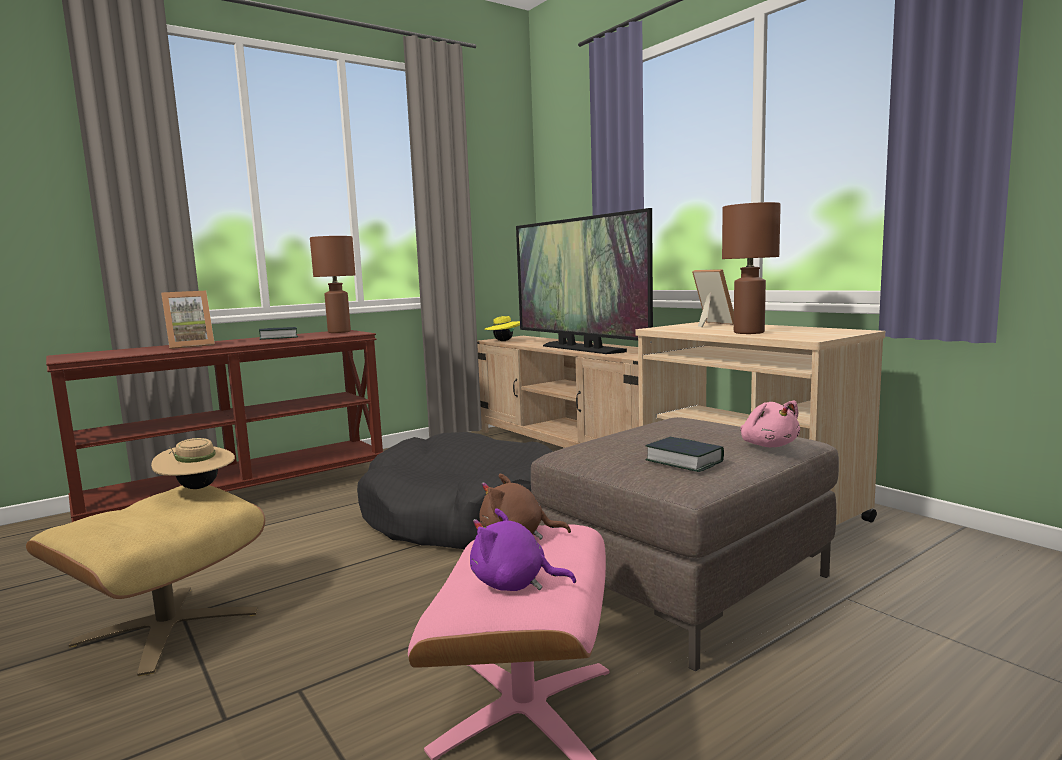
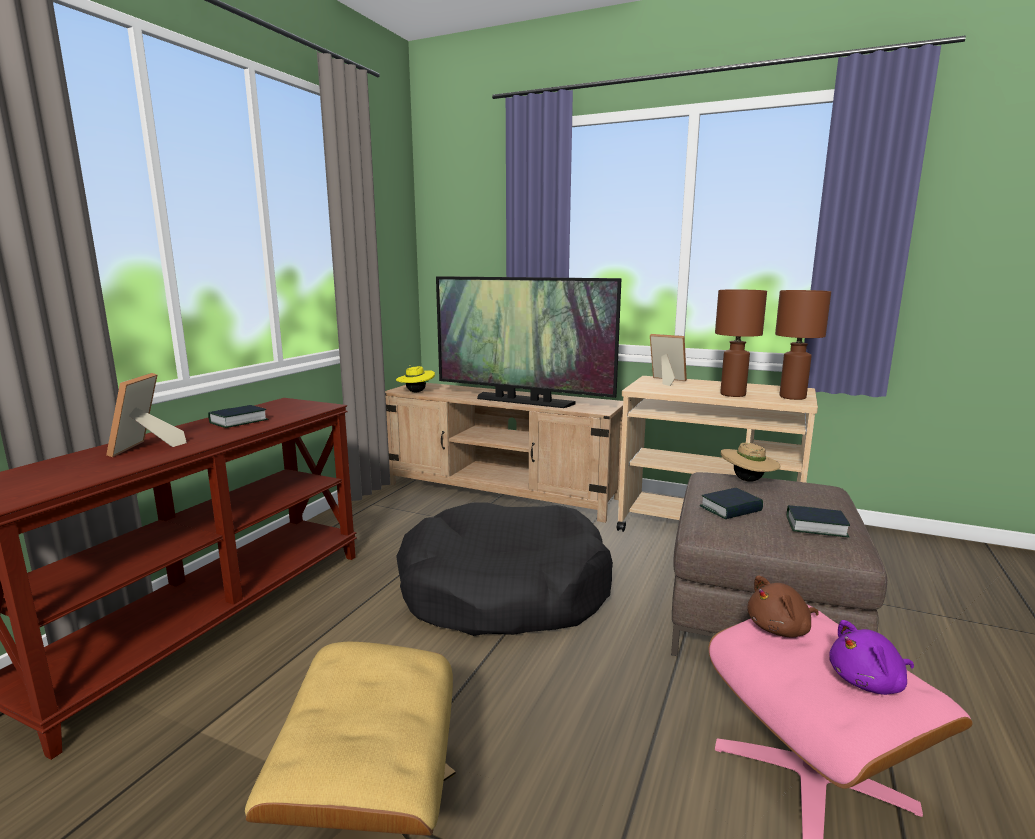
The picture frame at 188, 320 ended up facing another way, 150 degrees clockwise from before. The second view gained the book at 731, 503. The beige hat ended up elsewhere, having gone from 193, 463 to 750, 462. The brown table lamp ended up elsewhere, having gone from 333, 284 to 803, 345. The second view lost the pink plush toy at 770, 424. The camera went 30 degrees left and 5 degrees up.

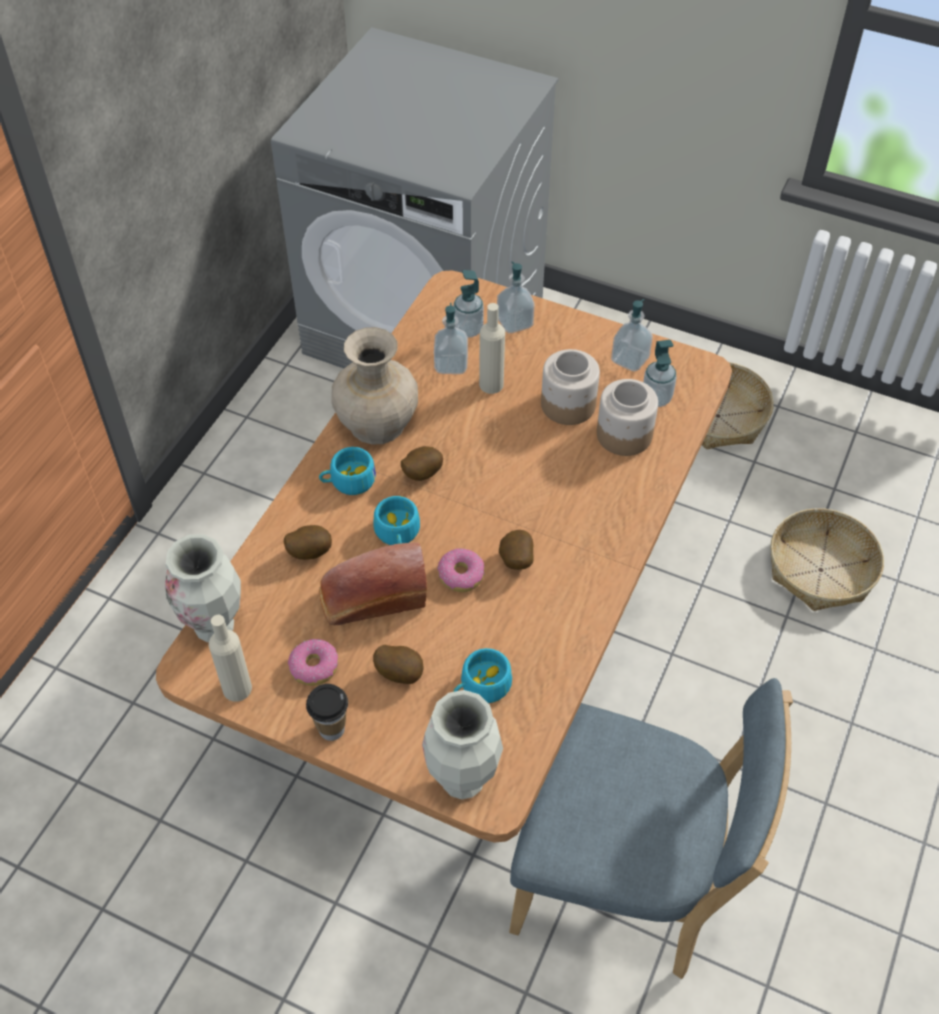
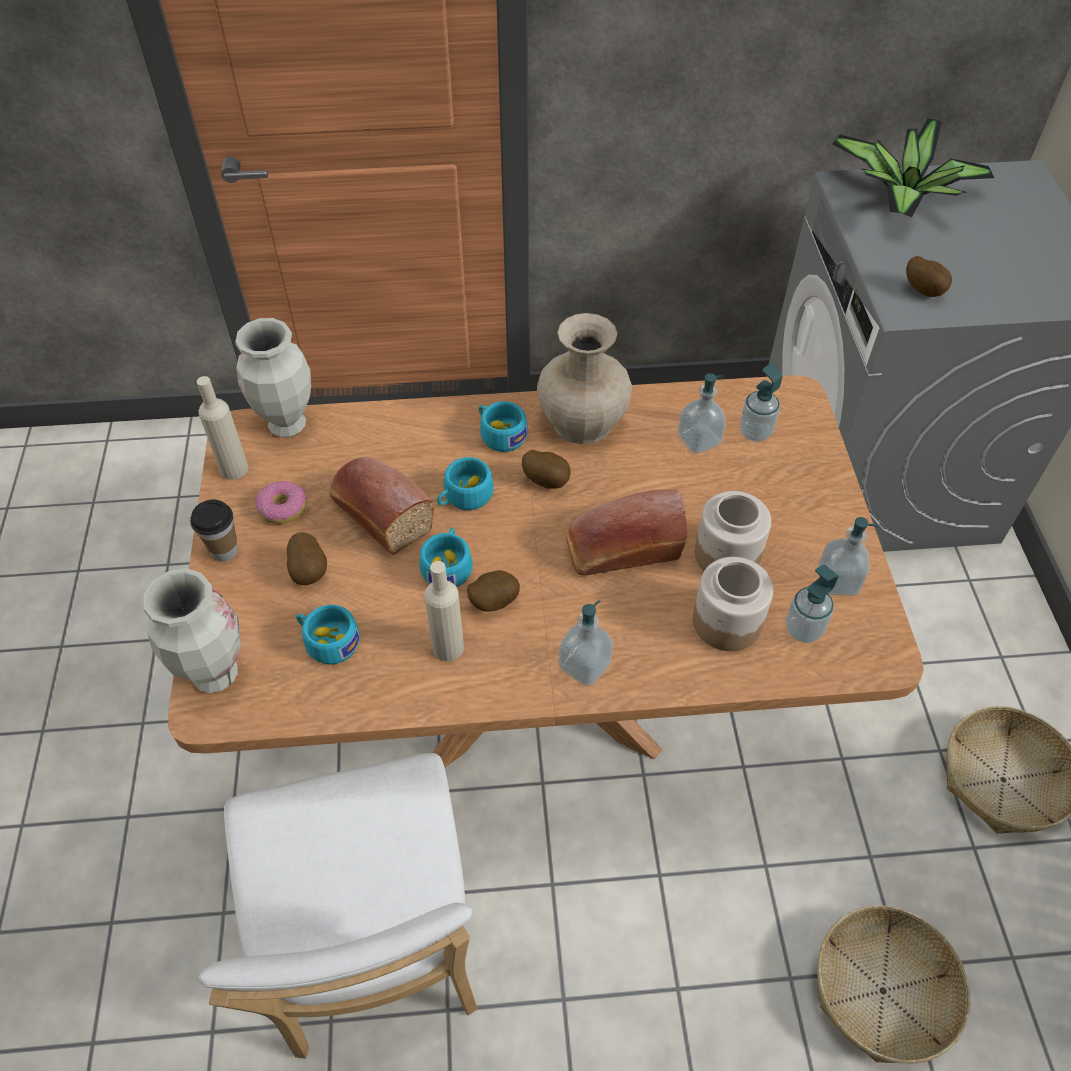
What was the blue chair at 651, 828 turned into the white chair at 338, 906. Where the donut stood at 461, 570, the turquoise cup came to stand at 446, 557. The beige bottle ended up elsewhere, having gone from 492, 348 to 444, 611. The soap dispenser ended up elsewhere, having gone from 515, 297 to 586, 643. The second view gained the bread at 626, 532. The second view gained the potted plant at 913, 168. The potato ended up elsewhere, having gone from 308, 542 to 929, 276. The camera went 60 degrees right and 0 degrees up.

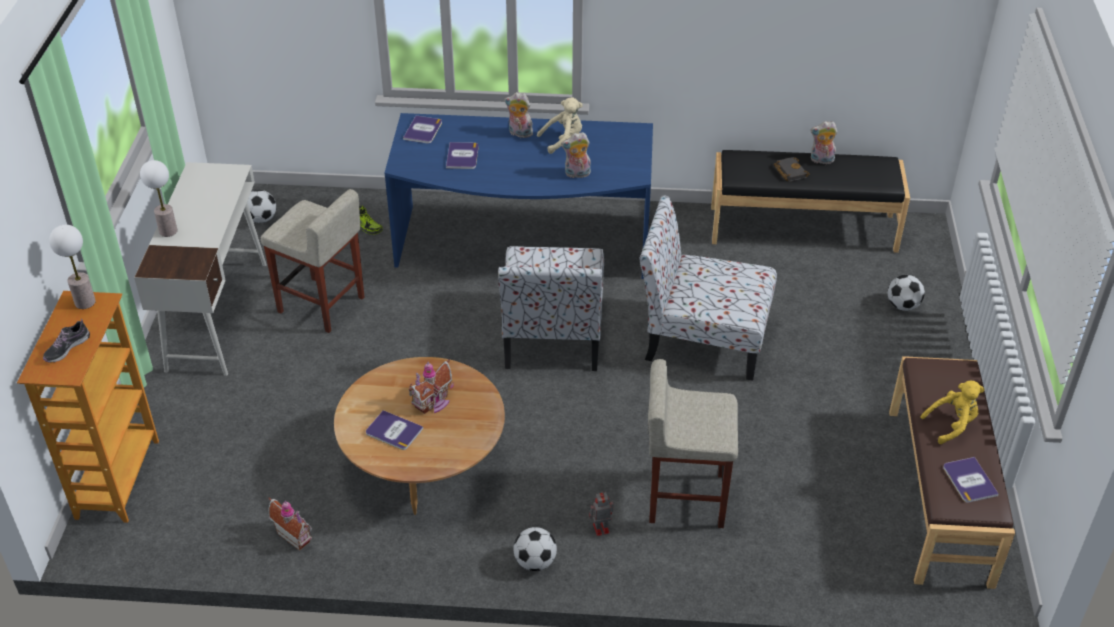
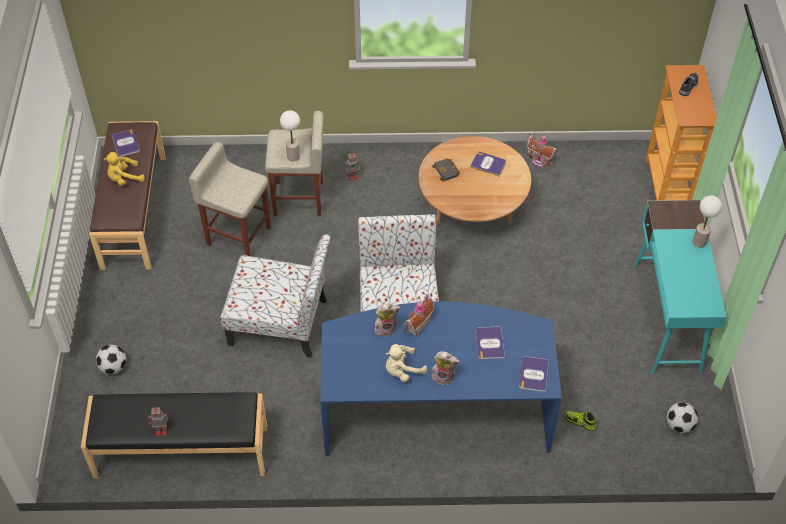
Where the plush toy stood at 824, 142, the toy robot came to stand at 158, 421. The beige stool ended up elsewhere, having gone from 312, 261 to 230, 199. The table lamp ended up elsewhere, having gone from 72, 267 to 290, 135. The toy house ended up elsewhere, having gone from 431, 386 to 418, 315. The black book ended up elsewhere, having gone from 791, 169 to 446, 169. What was the white desk at 200, 269 turned into the turquoise desk at 679, 287. The second view lost the football at 535, 549. The camera went 175 degrees right and 10 degrees up.

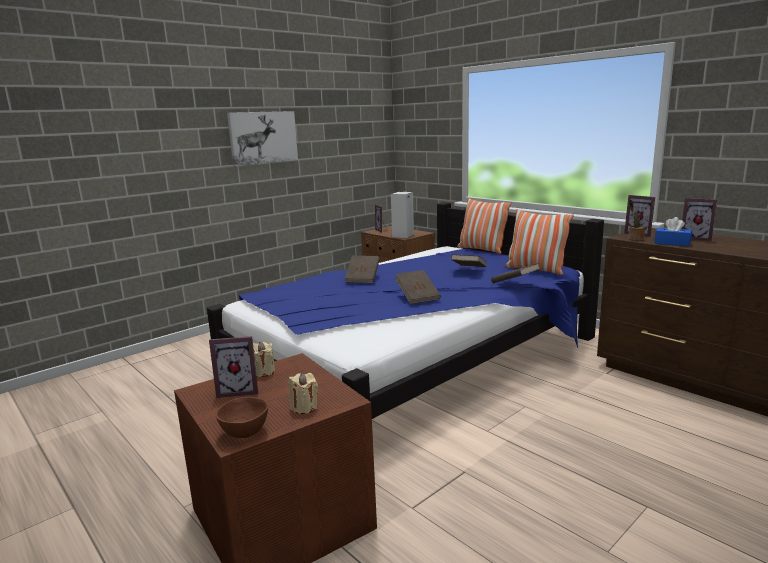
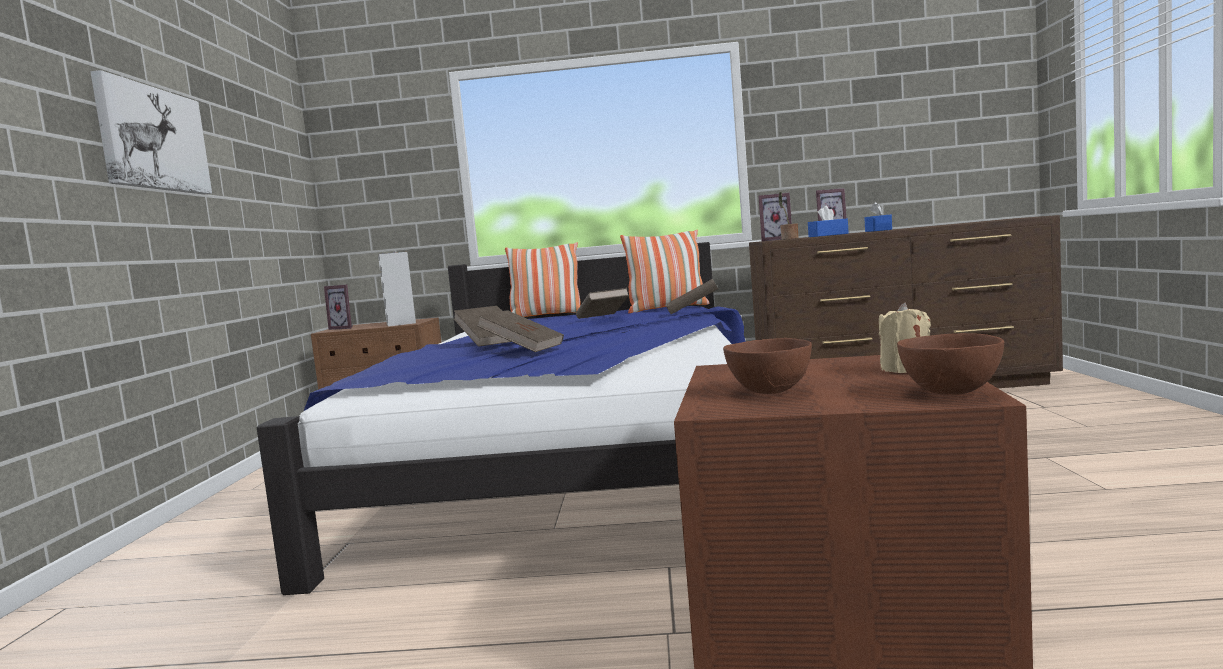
The brown book ended up elsewhere, having gone from 418, 287 to 520, 331. Where the picture frame stood at 233, 367, the brown bowl came to stand at 767, 366. The second view gained the blue tissue box at 878, 217. The second view lost the beige candle at 264, 359. The camera went 45 degrees left and 10 degrees down.

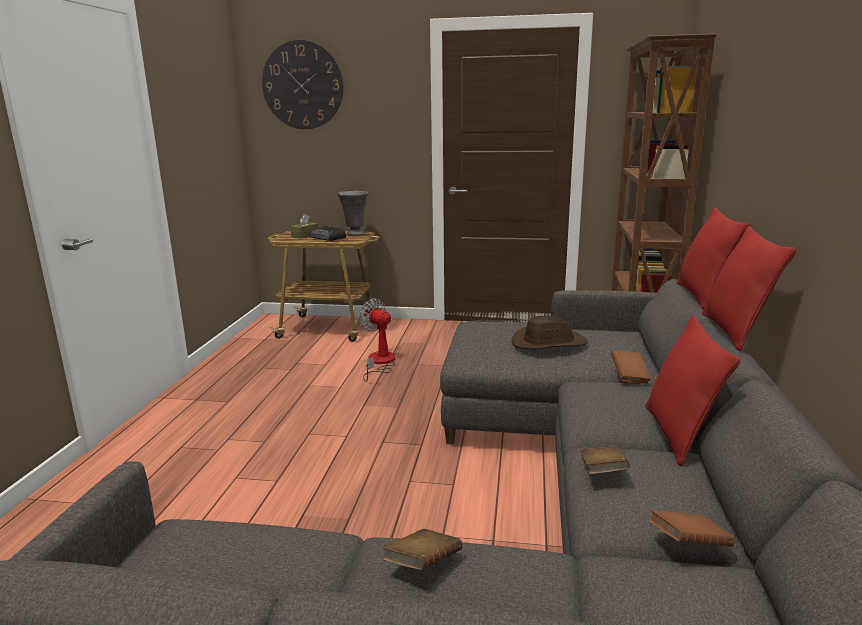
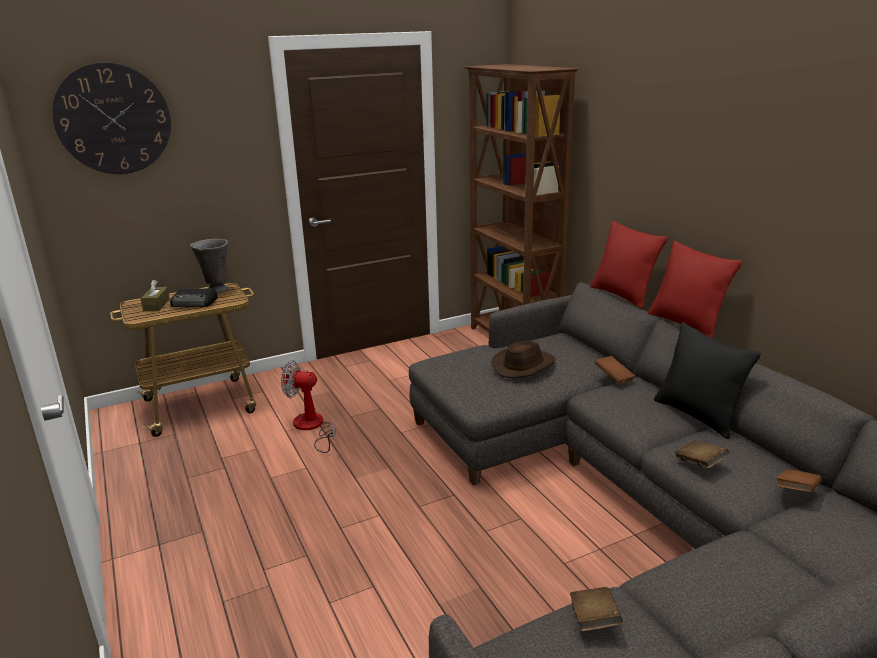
The brown book ended up elsewhere, having gone from 422, 549 to 596, 609. What was the red pillow at 693, 390 turned into the black pillow at 707, 380. The camera went 35 degrees left and 5 degrees up.

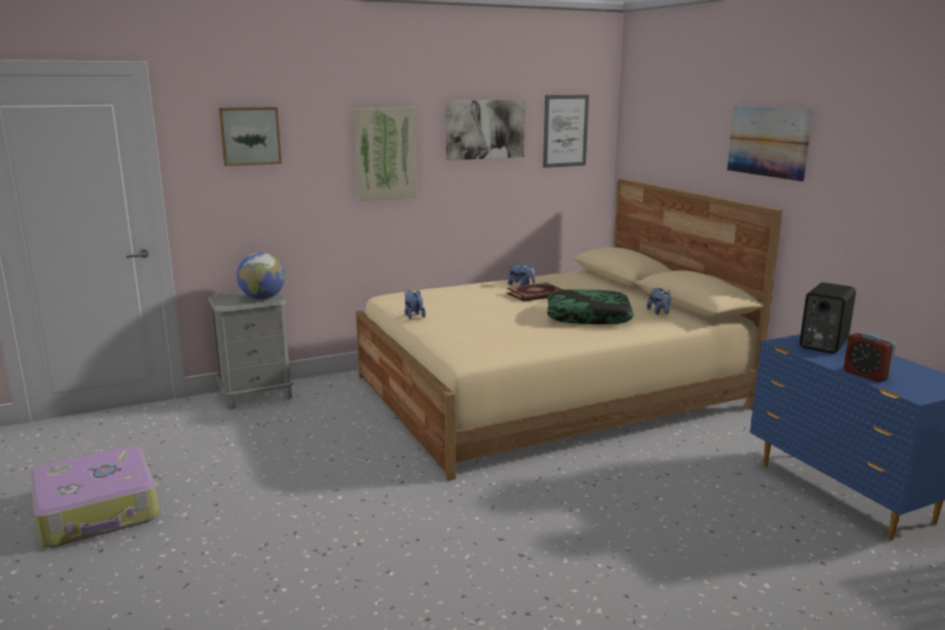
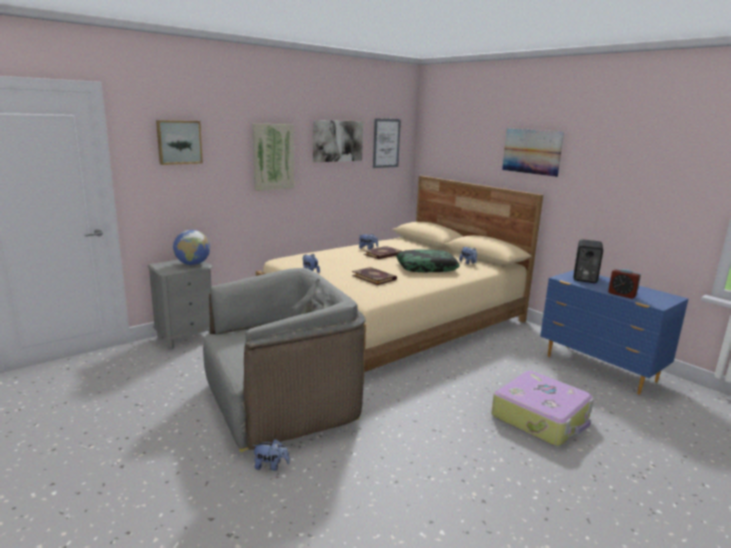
The second view gained the grey armchair at 284, 360. The second view gained the plush toy at 271, 455. The second view gained the book at 374, 276. The suitcase ended up elsewhere, having gone from 95, 496 to 542, 408. The camera went 15 degrees left and 0 degrees up.

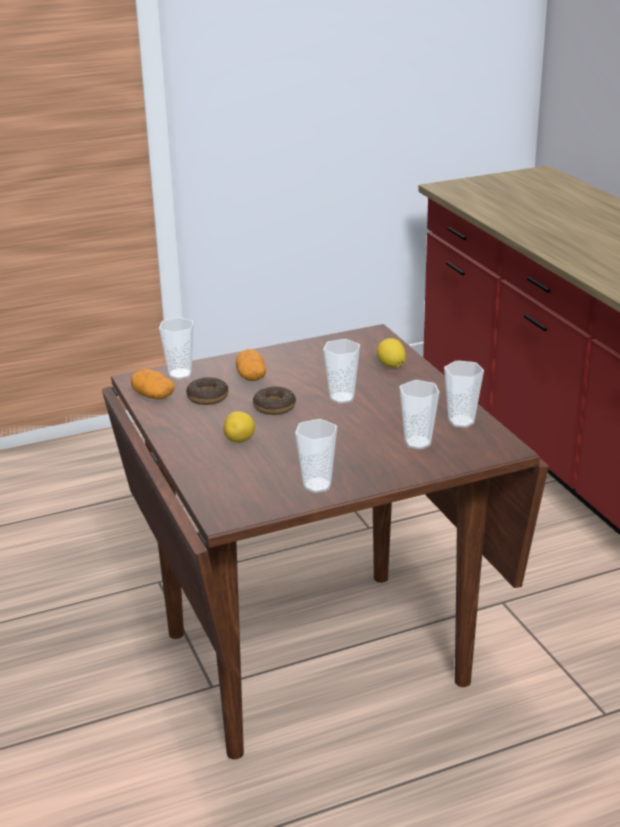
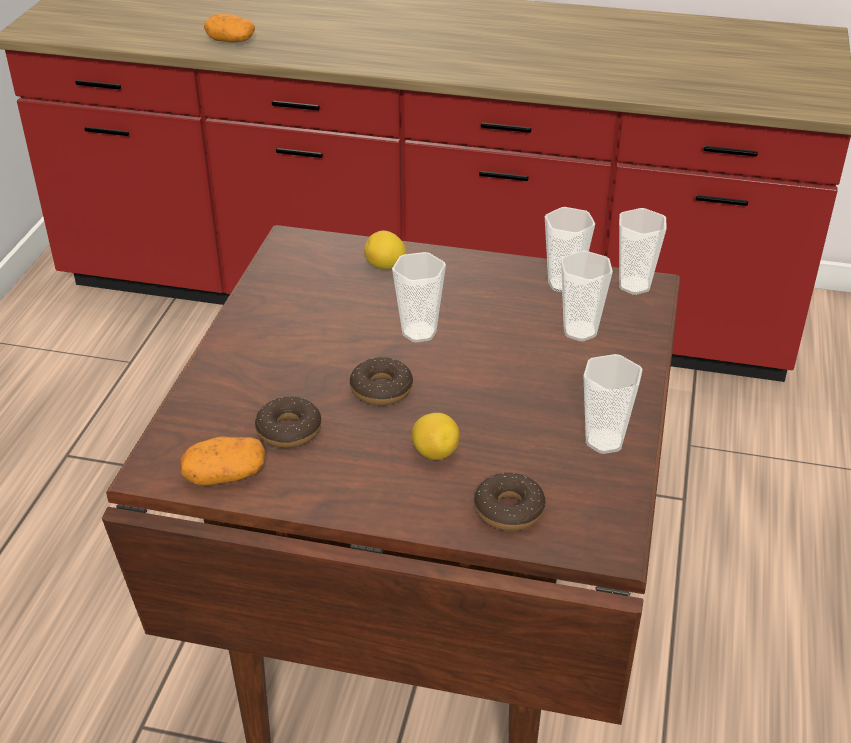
The potato ended up elsewhere, having gone from 251, 365 to 229, 28. The second view gained the donut at 510, 502. The cup ended up elsewhere, having gone from 176, 348 to 643, 251. The camera went 55 degrees left and 10 degrees up.

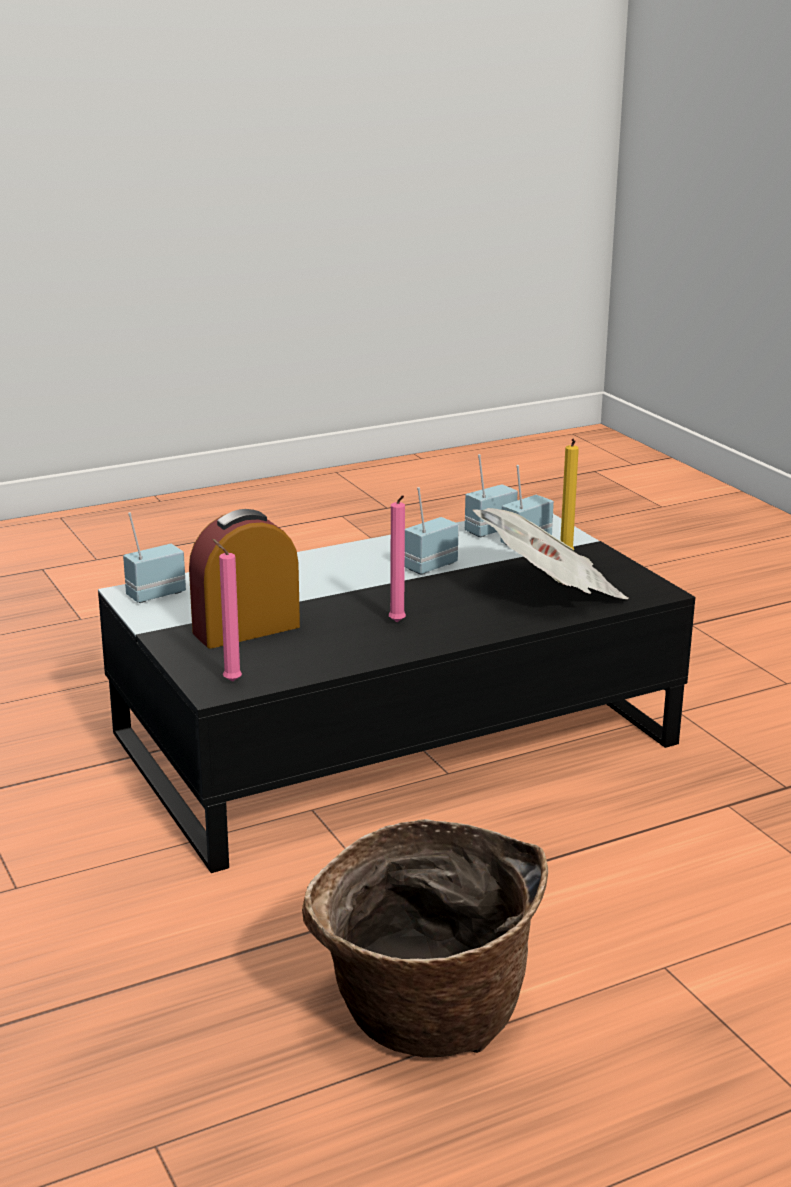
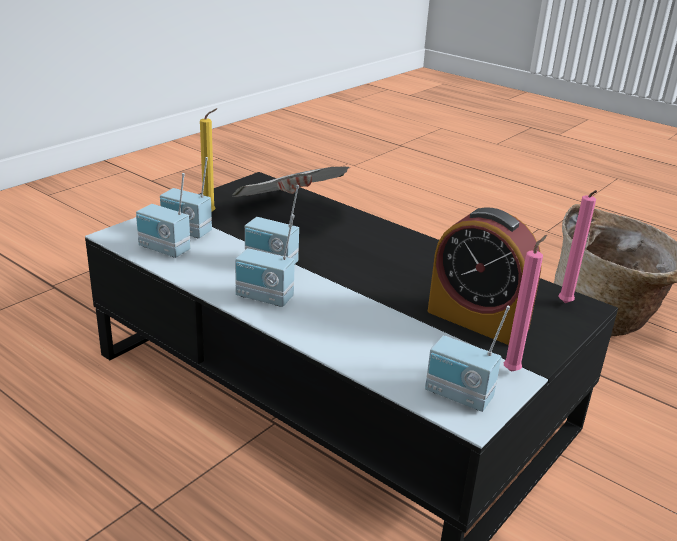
The second view gained the radio at 265, 260. The pink candle ended up elsewhere, having gone from 397, 558 to 525, 303. The camera went 115 degrees left and 5 degrees up.

